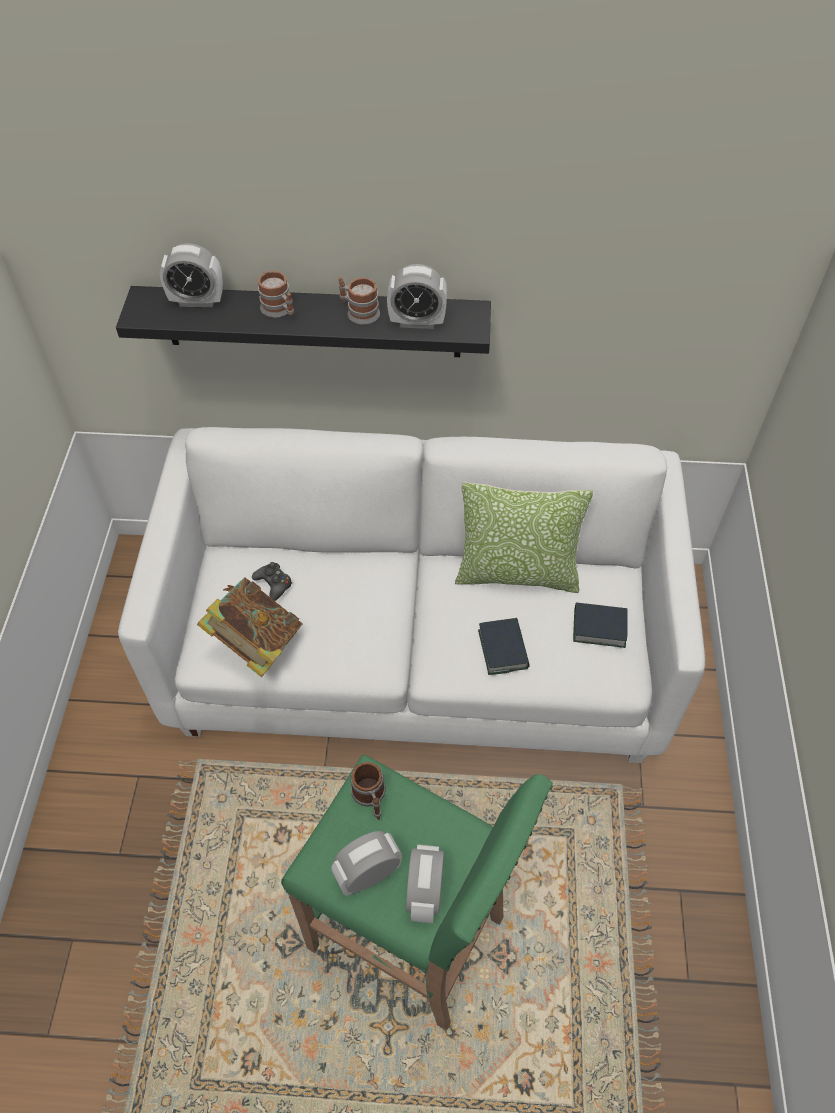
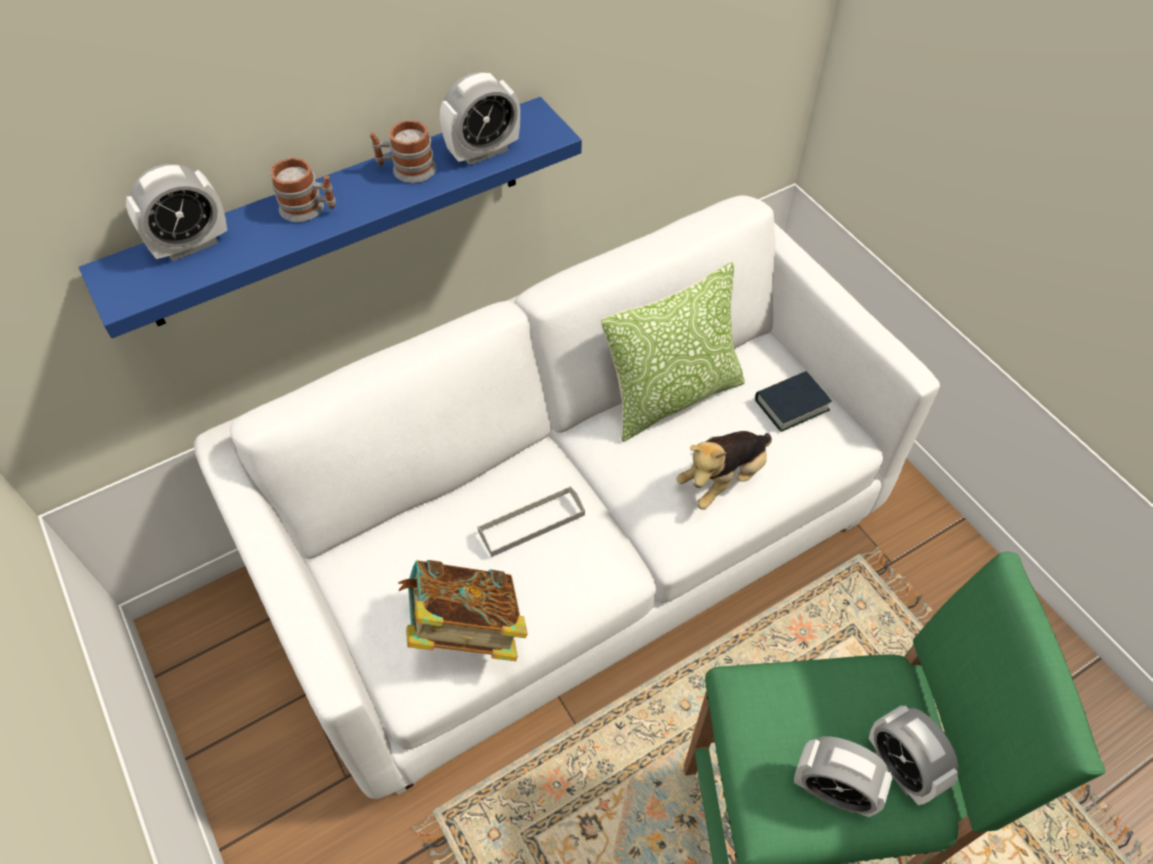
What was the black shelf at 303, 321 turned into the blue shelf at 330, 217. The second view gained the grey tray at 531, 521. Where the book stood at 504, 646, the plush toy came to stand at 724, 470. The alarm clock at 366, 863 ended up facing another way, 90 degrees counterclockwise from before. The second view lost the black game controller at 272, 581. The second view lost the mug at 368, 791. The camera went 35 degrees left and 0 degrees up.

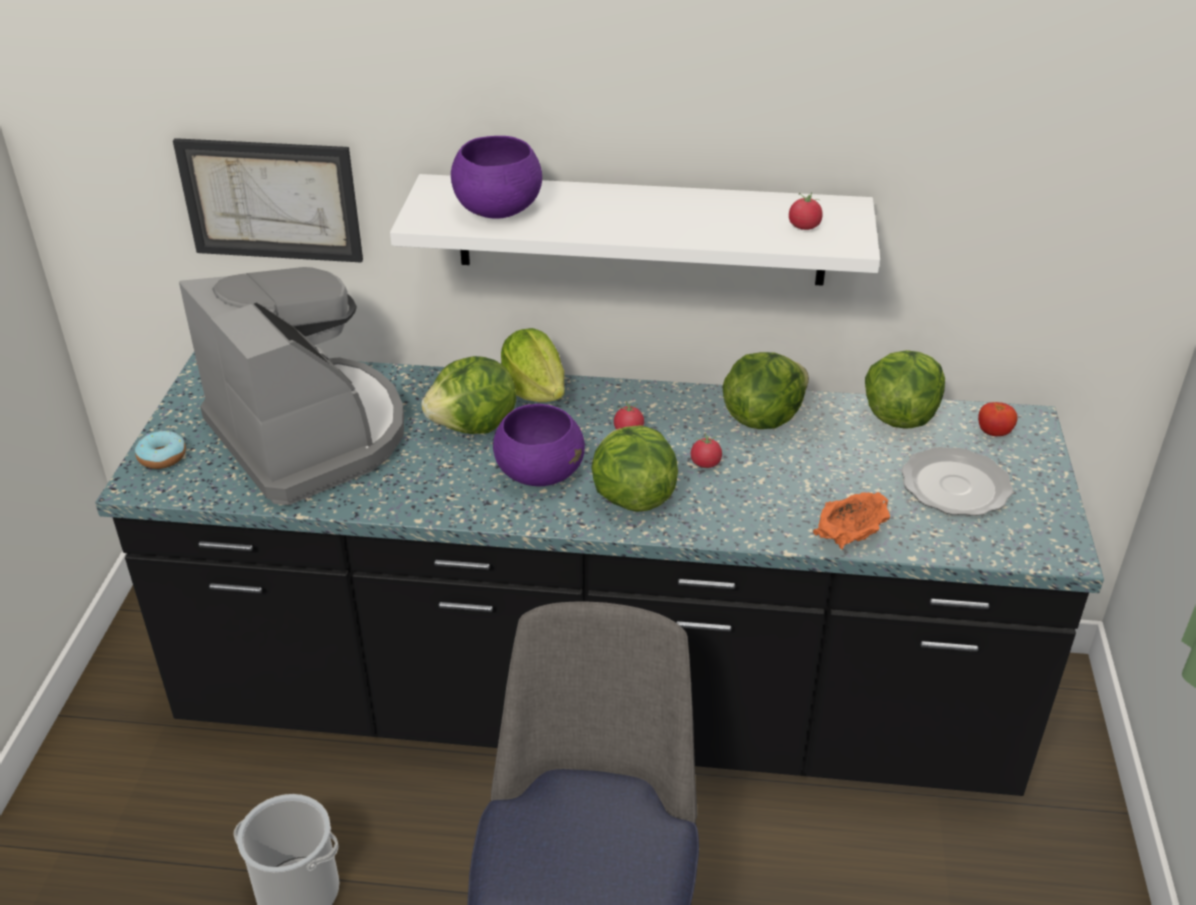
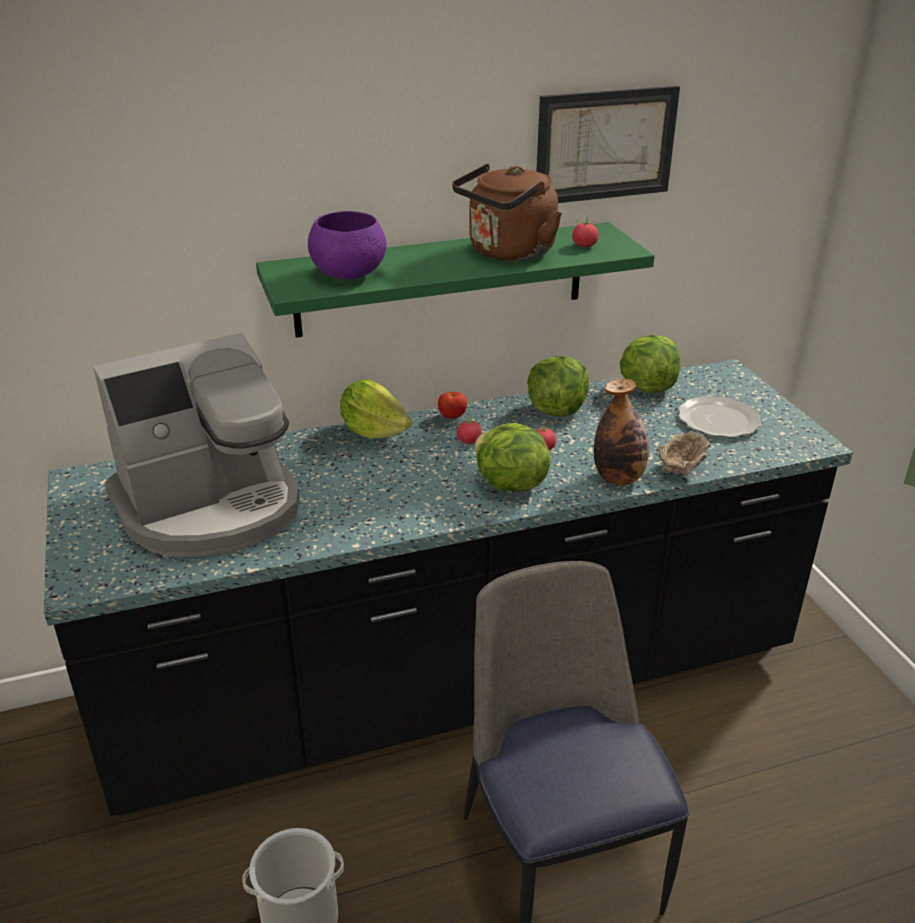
The coffee machine at 291, 386 ended up facing another way, 120 degrees clockwise from before. What was the white shelf at 635, 230 turned into the green shelf at 455, 280. The tomato ended up elsewhere, having gone from 998, 419 to 452, 405. The second view gained the brown kettle at 507, 212. The picture ended up elsewhere, having gone from 268, 200 to 608, 144. The second view gained the bottle at 621, 431. What was the orange bowl at 851, 520 turned into the beige bowl at 684, 453. The second view lost the donut at 160, 449. The second view lost the lettuce at 468, 395. The second view lost the purple bowl at 539, 445. The camera went 25 degrees left and 5 degrees down.

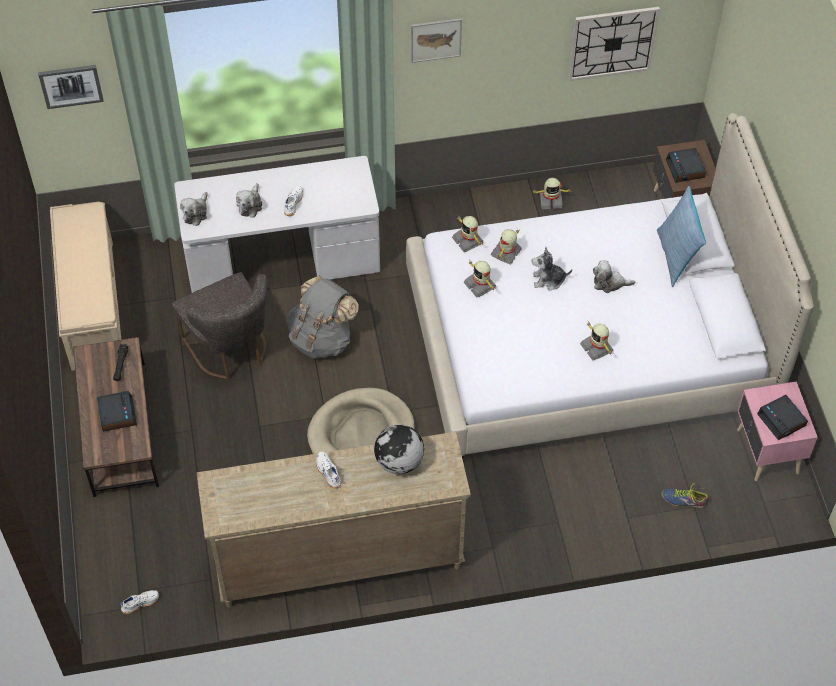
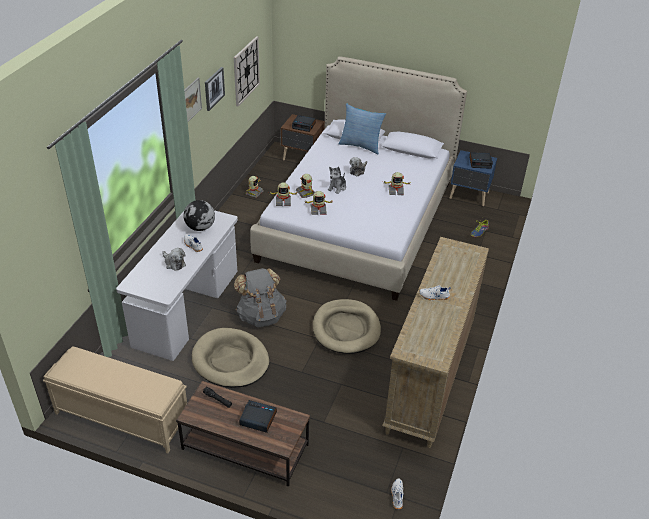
The globe ended up elsewhere, having gone from 399, 449 to 199, 215. Where the grey chair stood at 219, 326, the beige dog bed came to stand at 230, 358. The picture ended up elsewhere, having gone from 71, 87 to 215, 89. What was the pink nightstand at 777, 431 turned into the blue nightstand at 473, 178. The second view lost the plush toy at 194, 209. The camera went 60 degrees left and 15 degrees down.

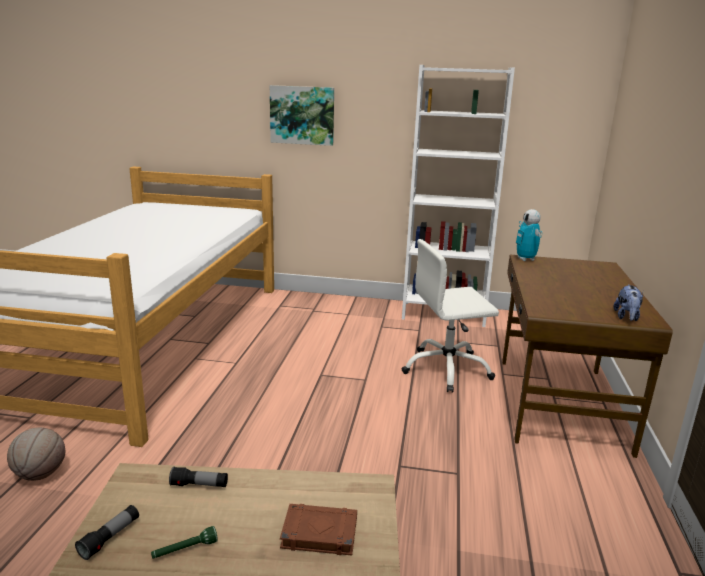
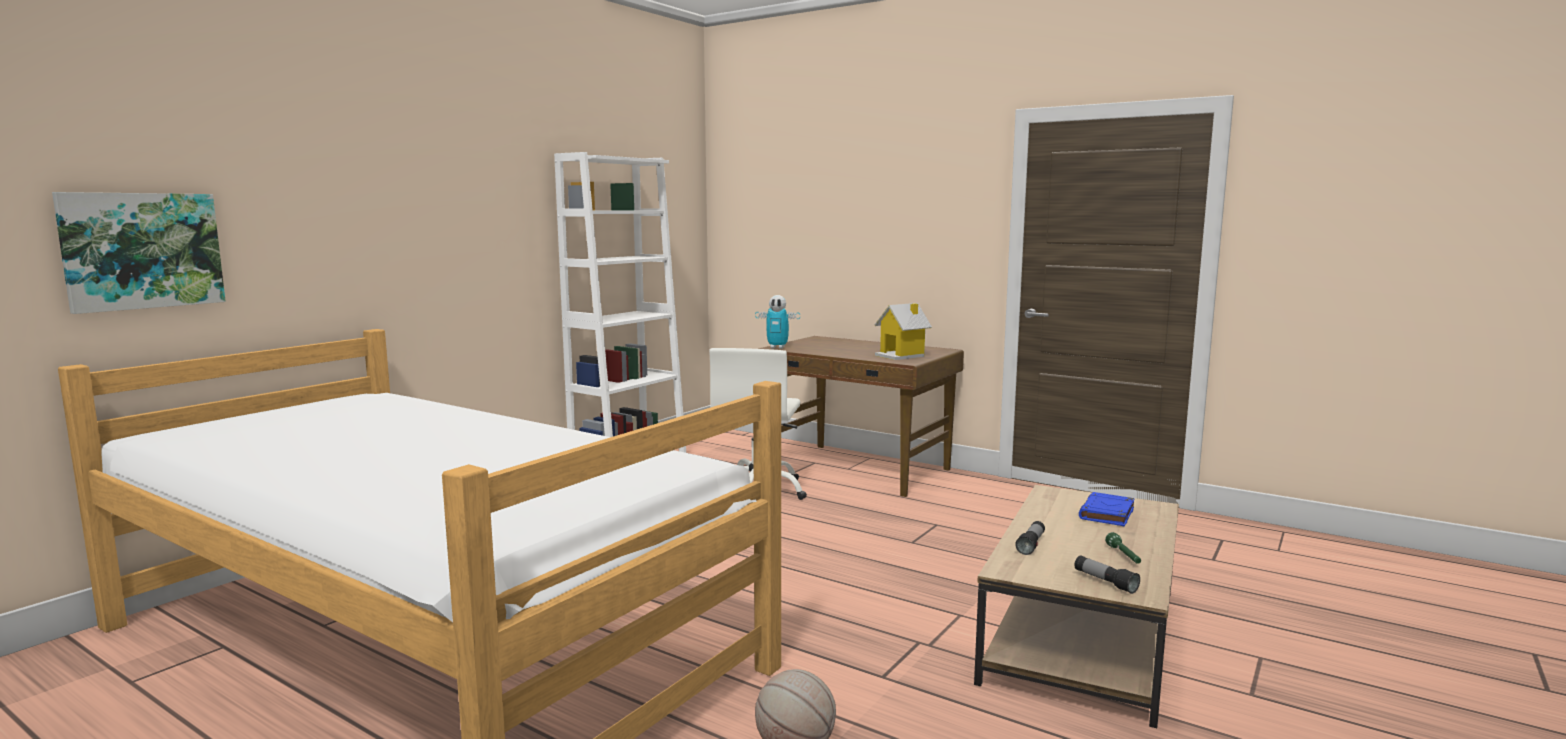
The picture ended up elsewhere, having gone from 302, 115 to 139, 253. The second view gained the toy house at 903, 331. What was the brown book at 318, 530 turned into the blue book at 1107, 509. The second view lost the plush toy at 628, 303. The camera went 65 degrees left and 10 degrees down.

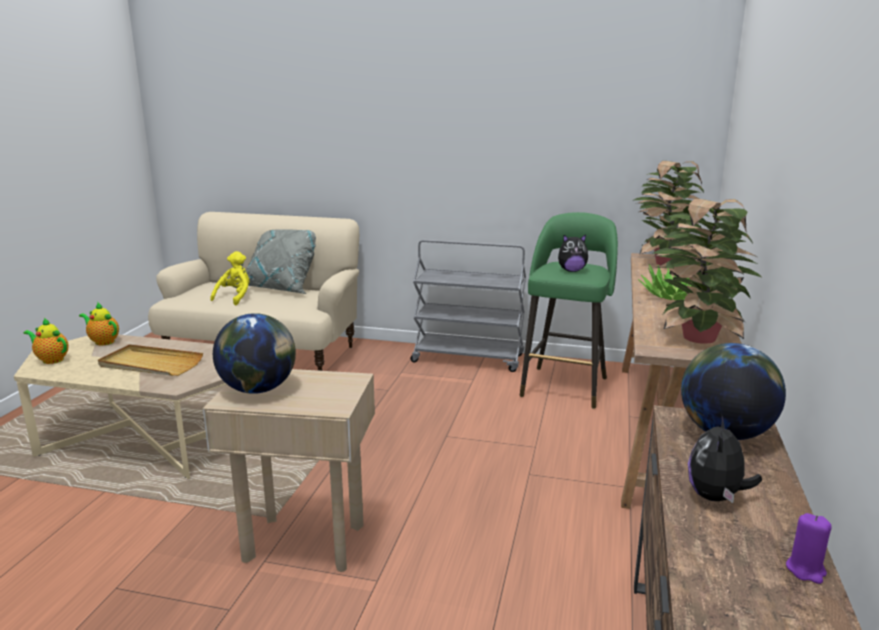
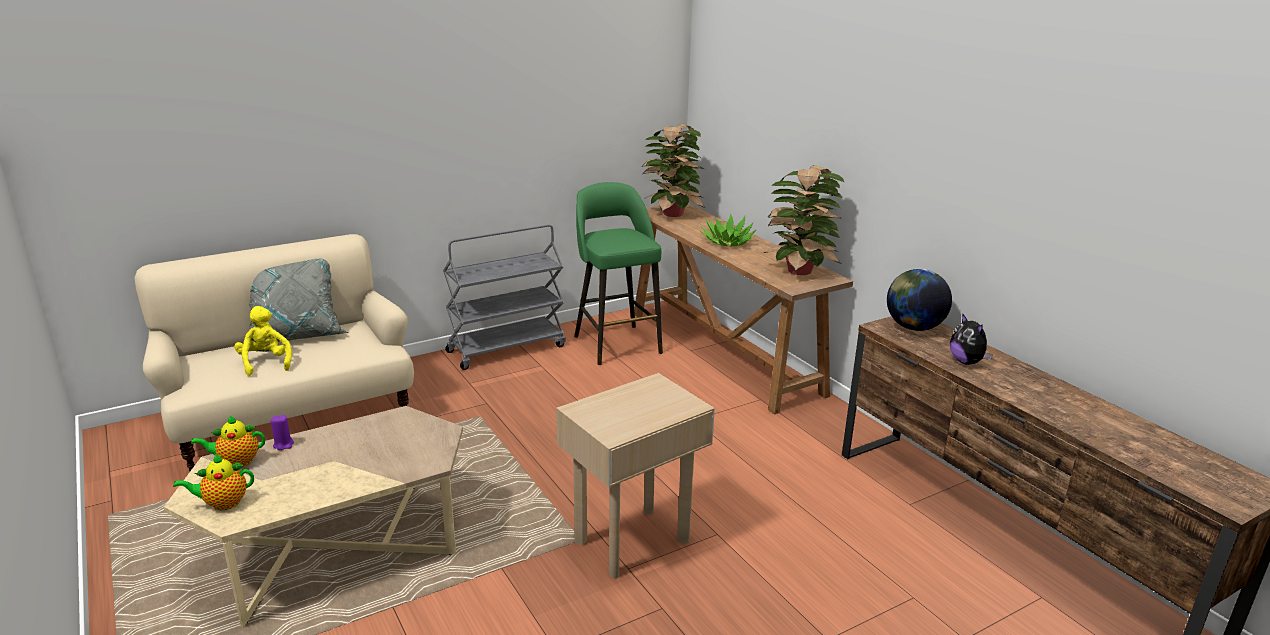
The purple candle ended up elsewhere, having gone from 809, 548 to 282, 432. The second view lost the beige tray at 150, 360. The second view lost the globe at 254, 353. The second view lost the plush toy at 573, 253. The camera went 45 degrees left and 5 degrees up.

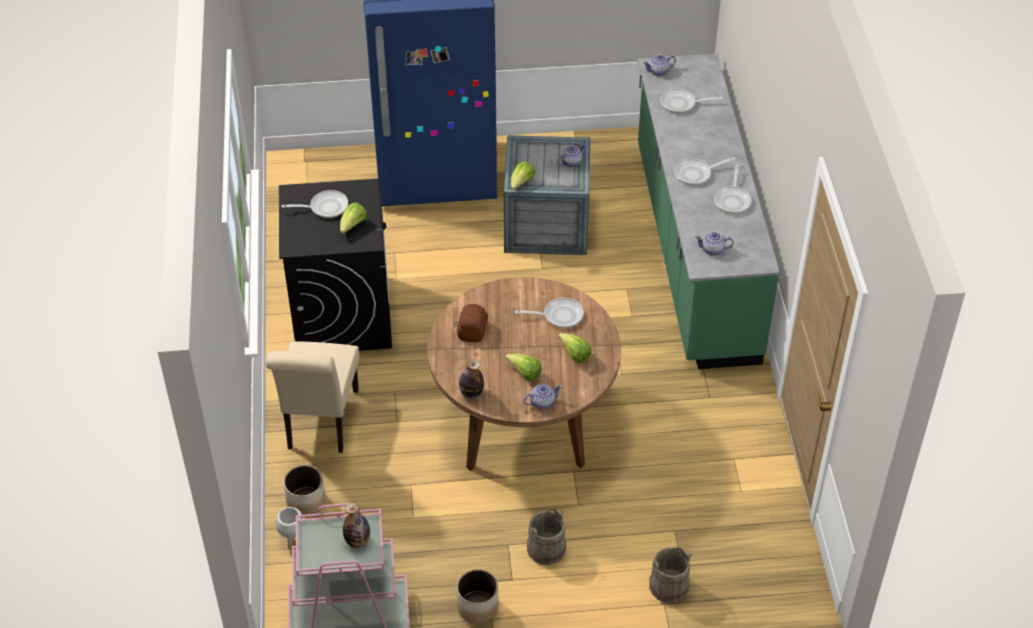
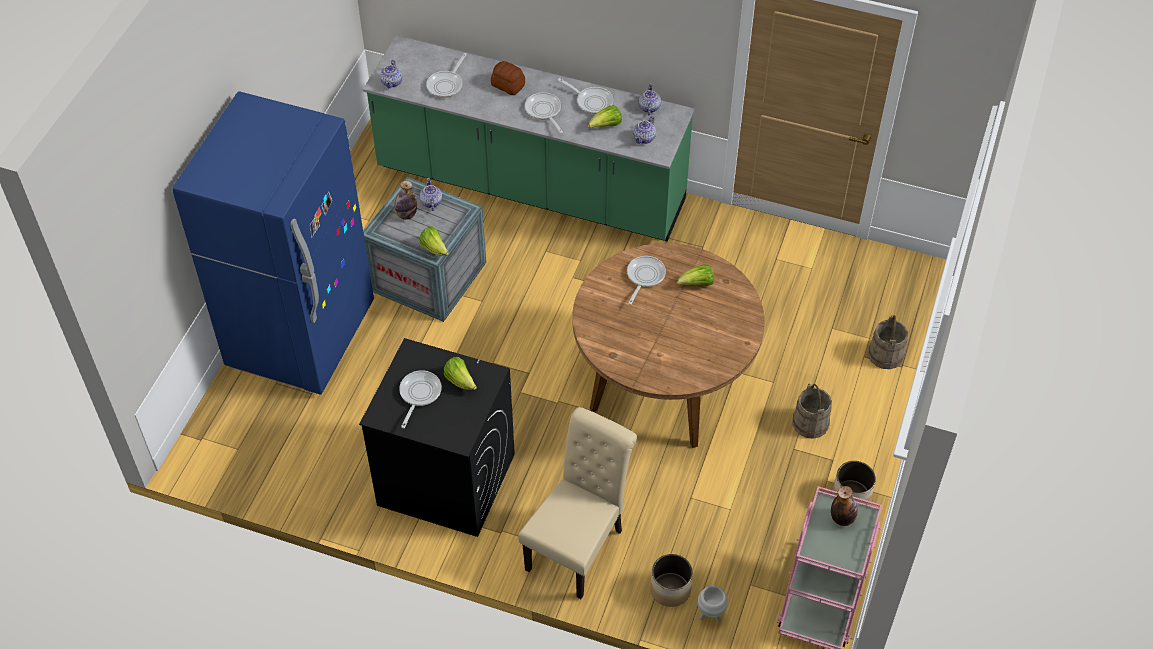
The bottle ended up elsewhere, having gone from 471, 378 to 405, 200. The bread ended up elsewhere, having gone from 472, 323 to 508, 78. The beige chair at 312, 397 ended up facing another way, 90 degrees counterclockwise from before. The frying pan at 704, 171 ended up facing another way, 150 degrees clockwise from before. The lettuce ended up elsewhere, having gone from 523, 367 to 605, 116. The teapot ended up elsewhere, having gone from 542, 396 to 650, 99. The camera went 65 degrees left and 5 degrees up.

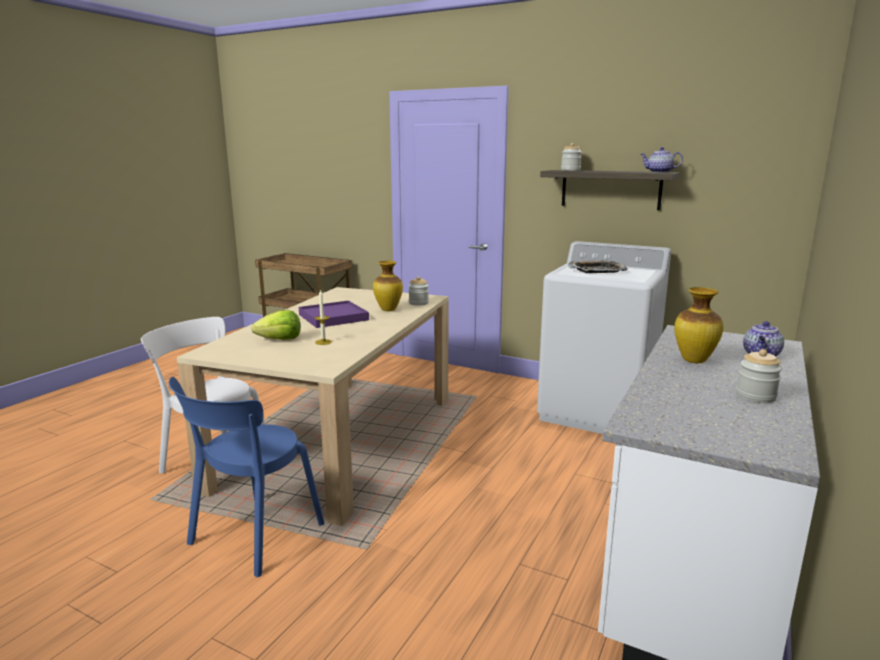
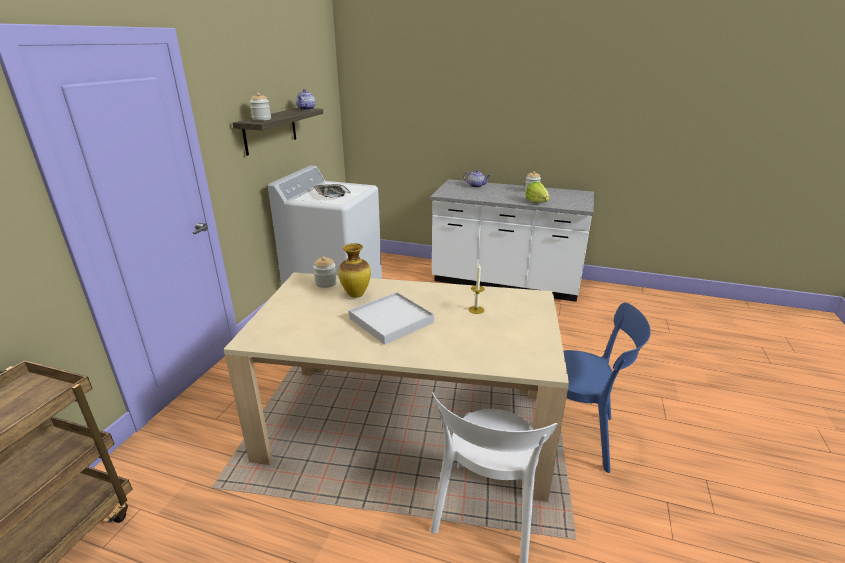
What was the purple tray at 334, 314 turned into the white tray at 391, 318. The lettuce ended up elsewhere, having gone from 276, 325 to 537, 192. The second view lost the vase at 698, 325. The camera went 100 degrees left and 10 degrees up.

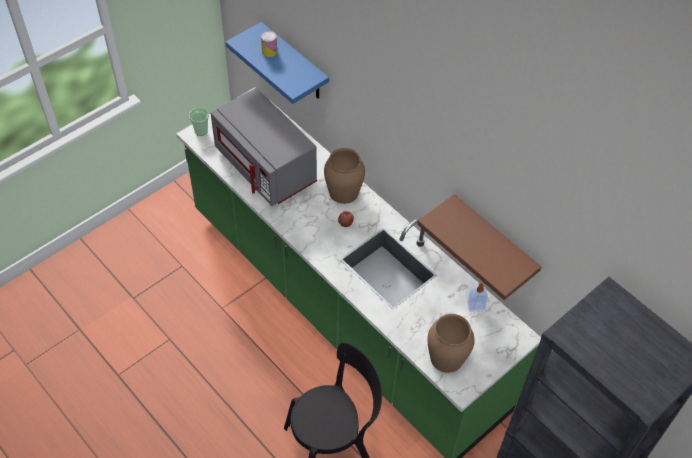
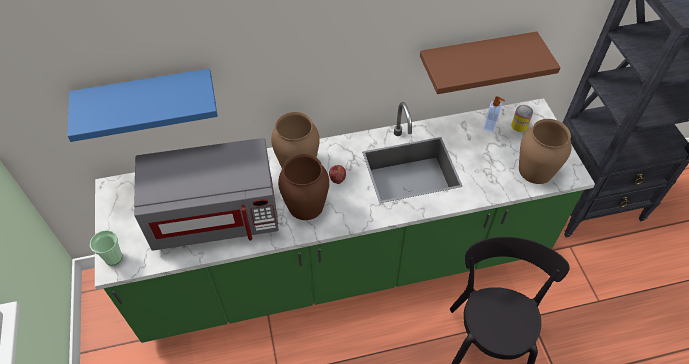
The second view gained the brown vase at 303, 187. The can ended up elsewhere, having gone from 269, 44 to 522, 118. The camera went 60 degrees left and 0 degrees up.

